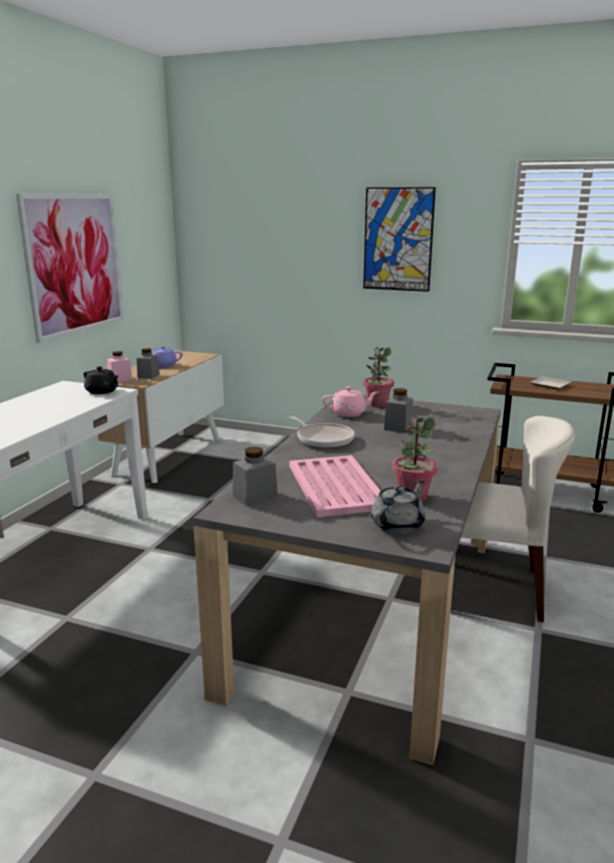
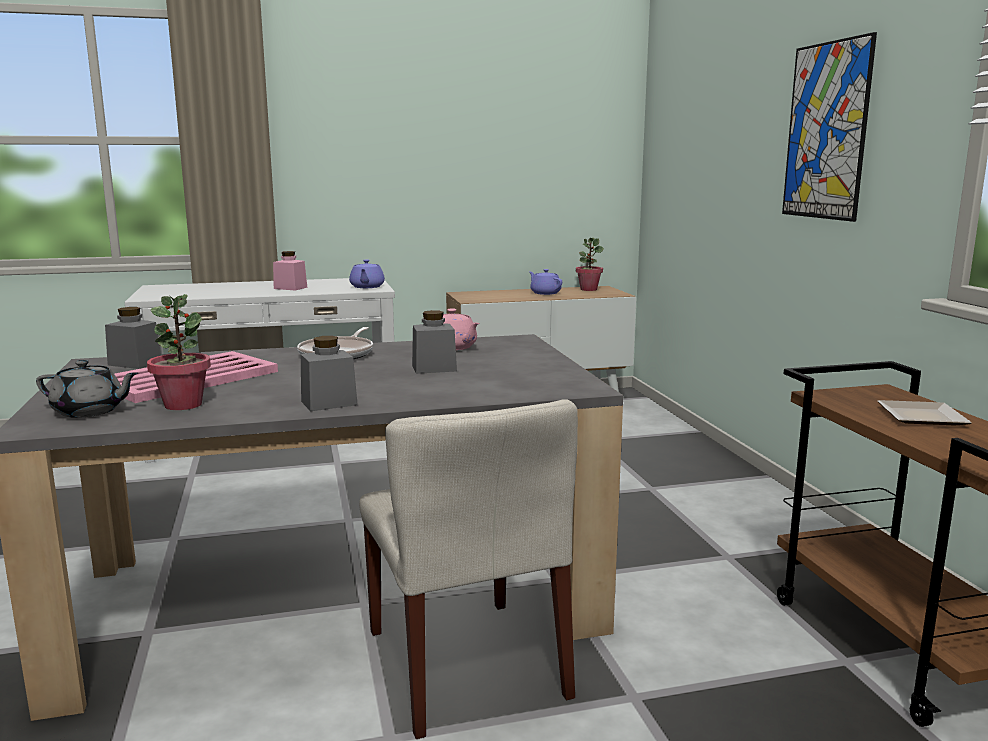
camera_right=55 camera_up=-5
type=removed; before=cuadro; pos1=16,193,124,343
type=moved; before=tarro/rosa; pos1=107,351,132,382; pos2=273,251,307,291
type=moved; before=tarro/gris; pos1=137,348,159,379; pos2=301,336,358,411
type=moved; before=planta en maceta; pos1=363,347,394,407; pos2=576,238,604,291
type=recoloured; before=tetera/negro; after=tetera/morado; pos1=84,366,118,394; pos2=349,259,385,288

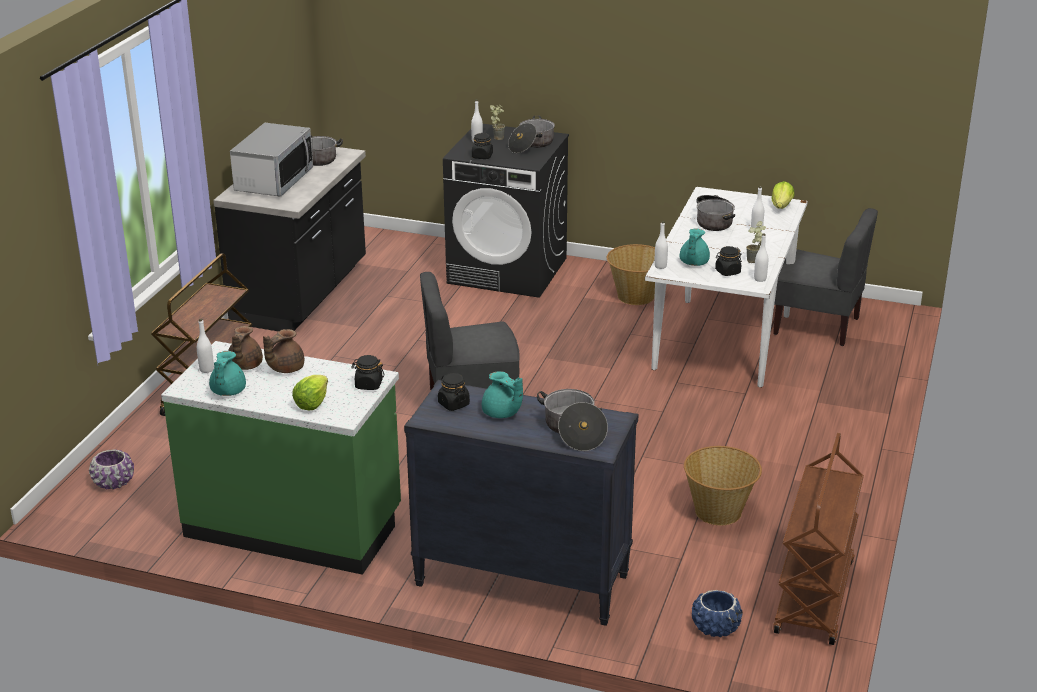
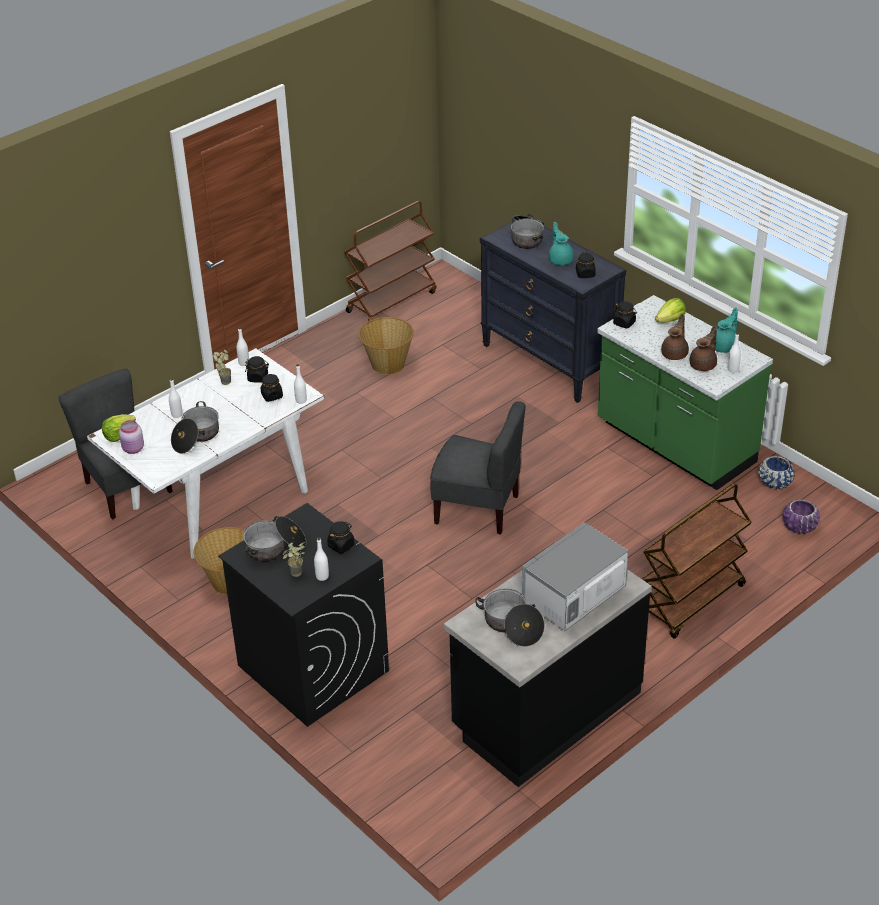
camera_right=-150 camera_up=10
type=added; after=tarro/rosa; pos2=119,420,144,454
type=moved; before=maceta/azul; pos1=692,590,743,637; pos2=758,456,795,489
type=replaced; before=tetera/turquesa; after=tarro/negro; pos1=680,229,710,266; pos2=260,374,283,402
type=turned; before=tetera/marrón; pos1=263,329,304,373; pos2=661,313,689,360; turn=-45

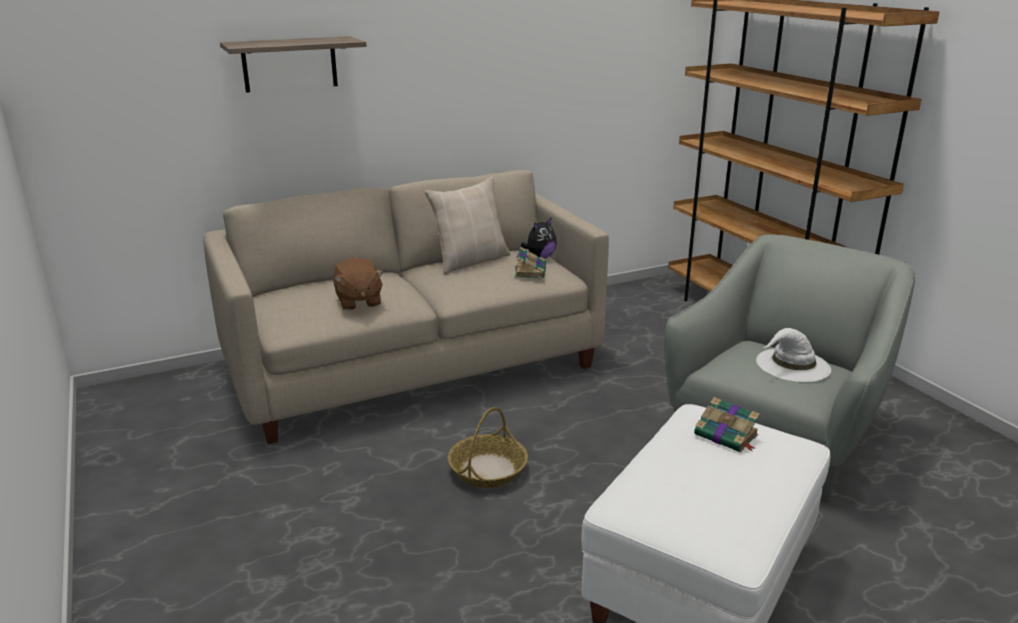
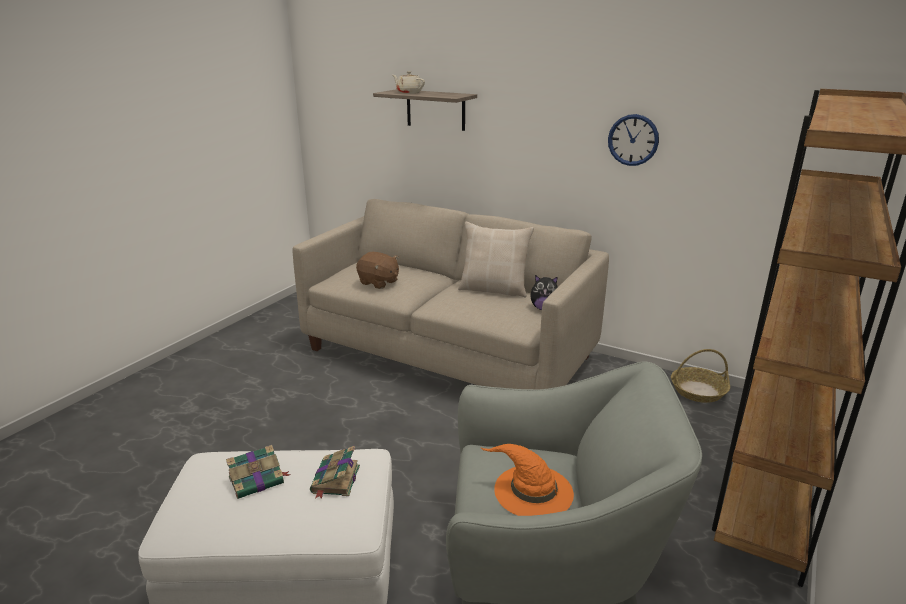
camera_right=55 camera_up=0
type=added; after=tetera/beis; pos2=393,71,425,94
type=added; after=reloj de pared; pos2=608,114,659,166
type=moved; before=cesta; pos1=448,407,528,488; pos2=671,349,730,403
type=moved; before=libro; pos1=515,247,546,278; pos2=226,445,291,499
type=recoloured; before=sombrero/blanco; after=sombrero/naranja; pos1=756,328,831,382; pos2=480,444,574,516
type=turned; before=peluche/marrón; pos1=333,258,384,310; pos2=356,252,399,289; turn=-90

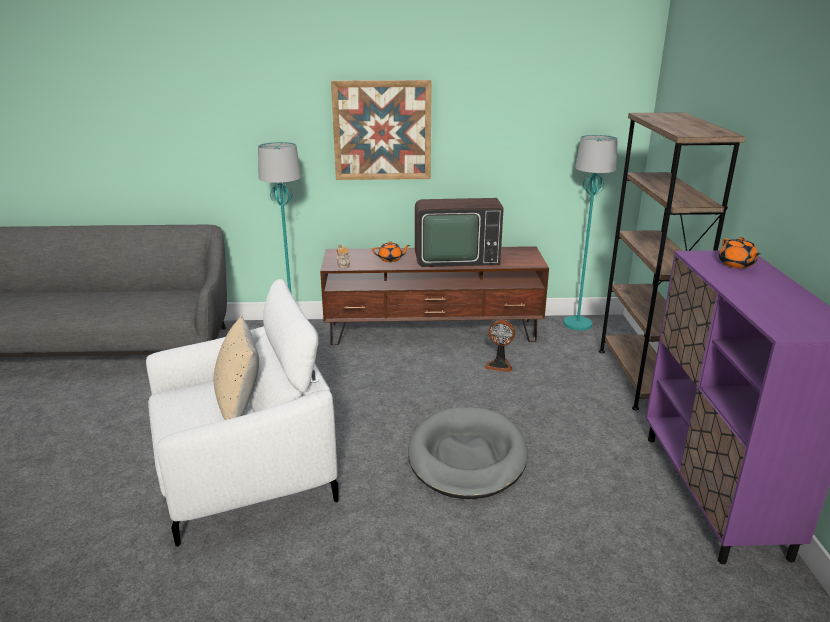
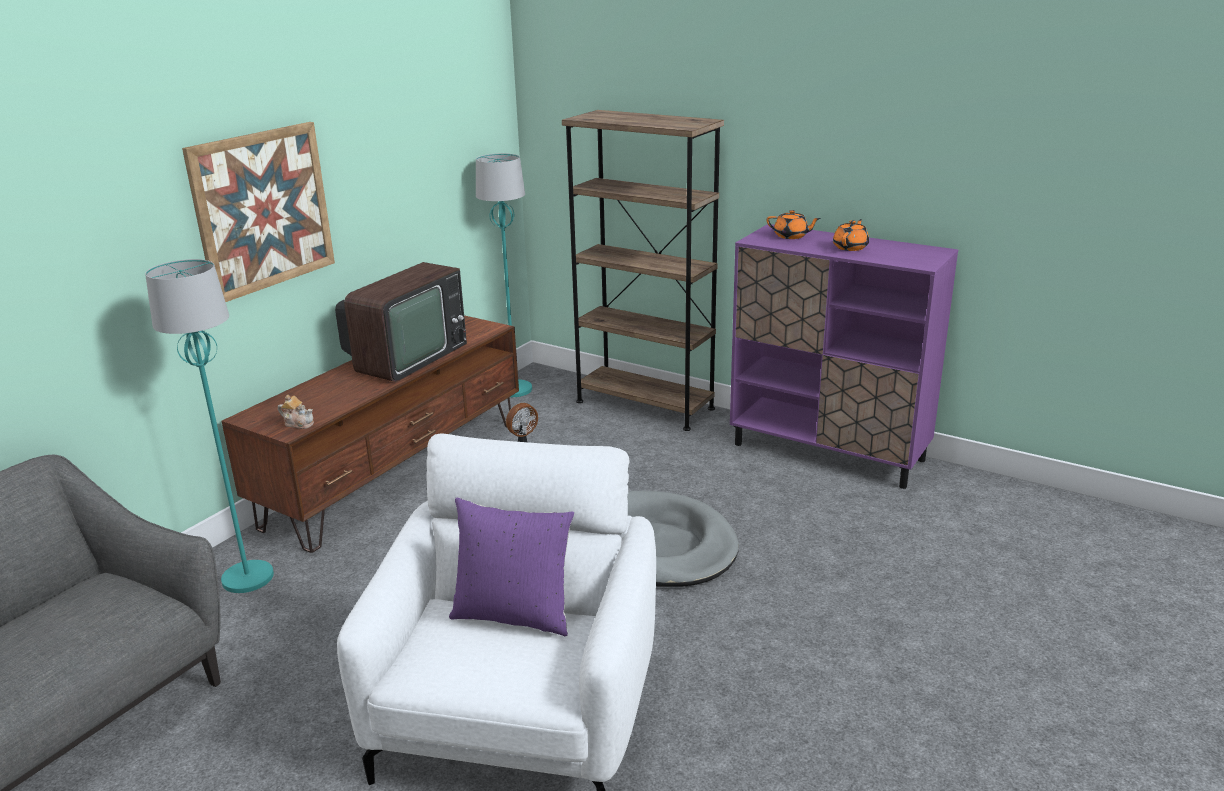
camera_right=-55 camera_up=0
type=moved; before=tetera/naranja; pos1=372,241,410,262; pos2=833,219,869,251
type=recoloured; before=cojín/beis; after=cojín/morado; pos1=214,315,259,420; pos2=449,497,574,636

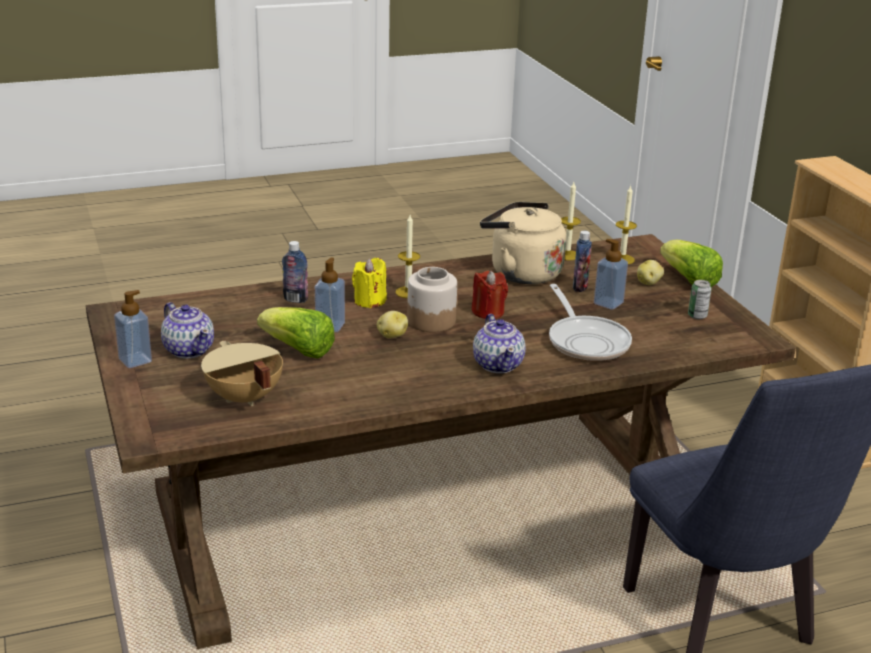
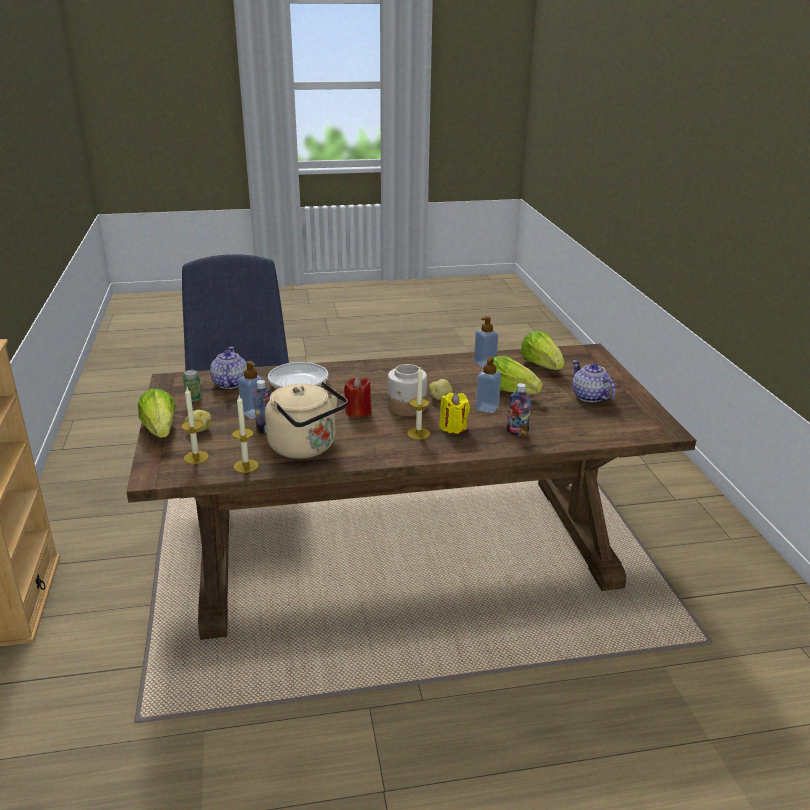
camera_right=-170 camera_up=0
type=moved; before=dispensador de jabón; pos1=114,290,152,368; pos2=474,316,498,368
type=moved; before=tetera; pos1=473,314,526,373; pos2=210,347,247,389
type=replaced; before=olla/beis; after=lechuga; pos1=201,341,283,406; pos2=520,331,565,370

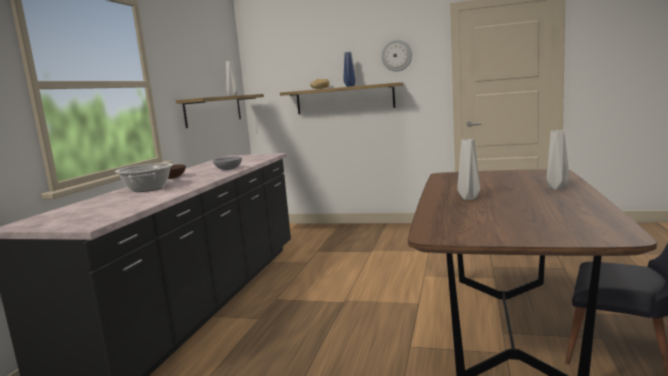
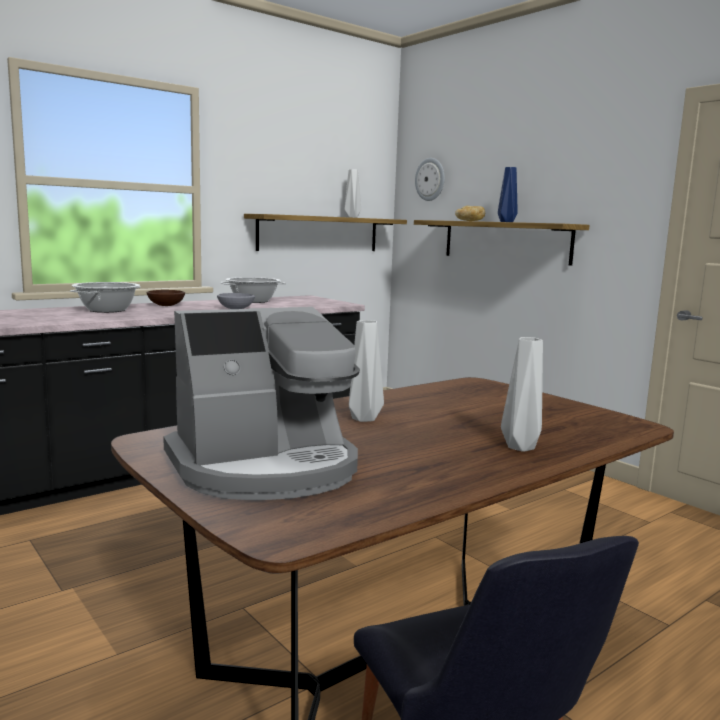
camera_right=35 camera_up=0
type=added; after=cafetera; pos2=163,307,360,500
type=added; after=olla; pos2=220,277,286,303
type=moved; before=reloj de pared; pos1=381,40,412,71; pos2=415,158,445,201

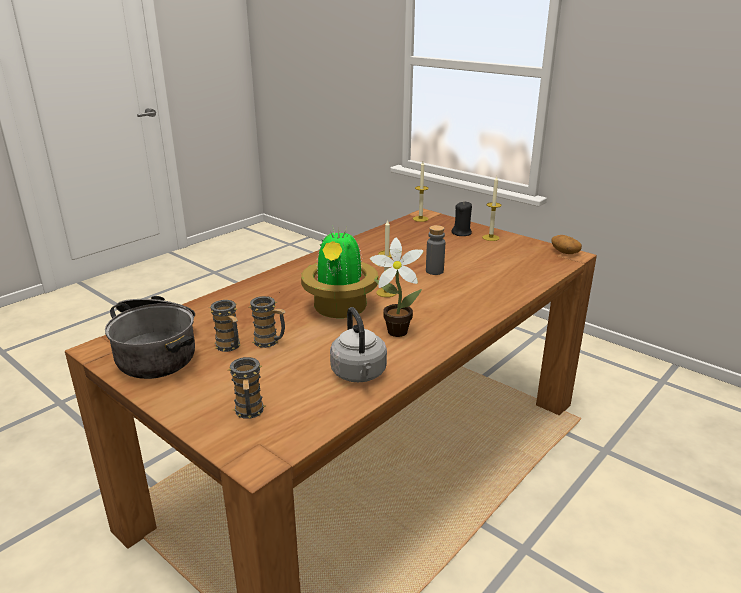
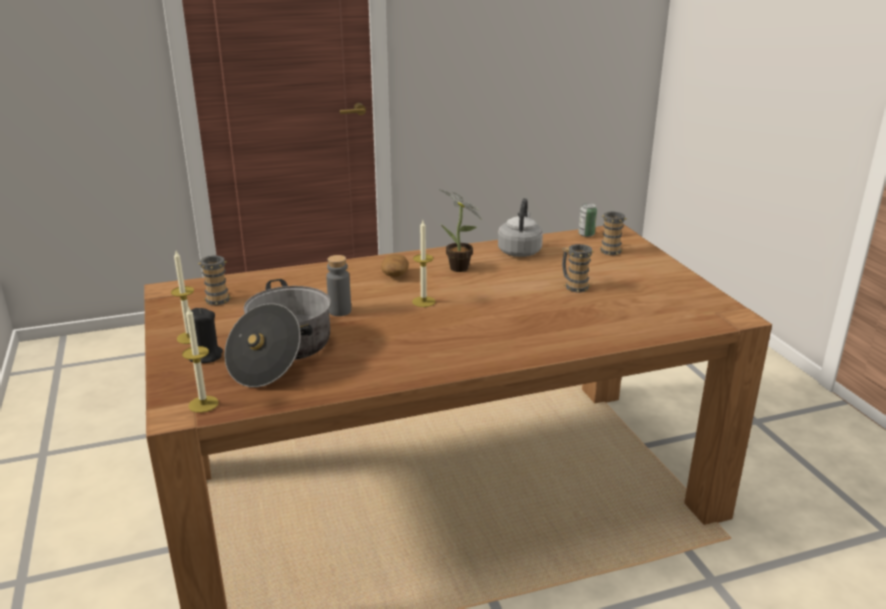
camera_right=-150 camera_up=0
type=removed; before=planta en maceta; pos1=301,225,378,318
type=added; after=lata; pos2=578,203,597,237
type=moved; before=olla; pos1=105,296,195,379; pos2=224,279,331,387
type=moved; before=taza grande; pos1=209,300,240,352; pos2=198,256,232,305
type=moved; before=patata; pos1=552,235,582,254; pos2=381,254,409,277

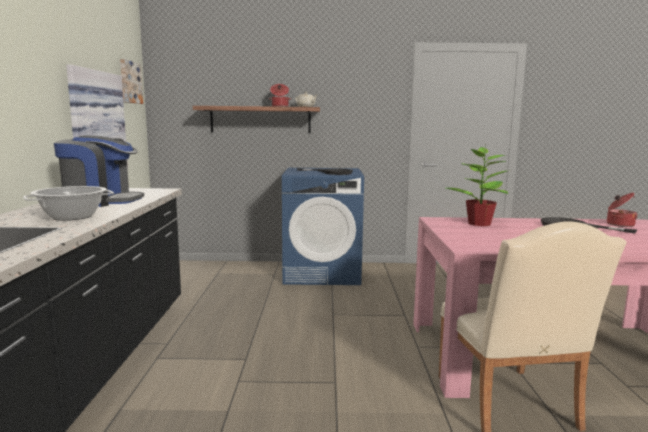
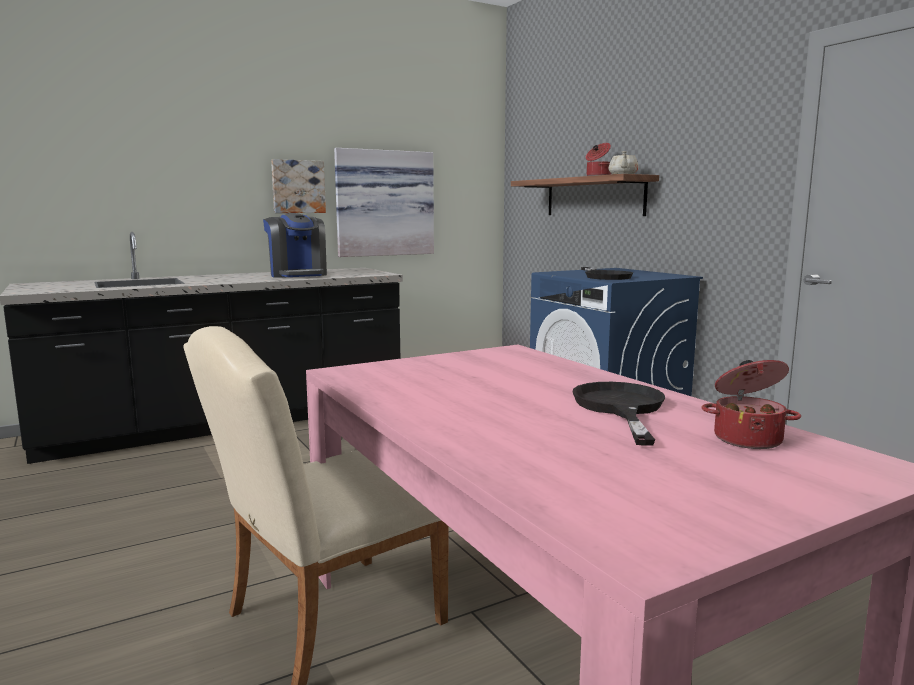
camera_right=60 camera_up=0
type=removed; before=olla; pos1=23,186,114,221
type=removed; before=planta en maceta; pos1=446,144,508,226
type=moved; before=cuadro; pos1=120,59,143,104; pos2=271,159,326,213

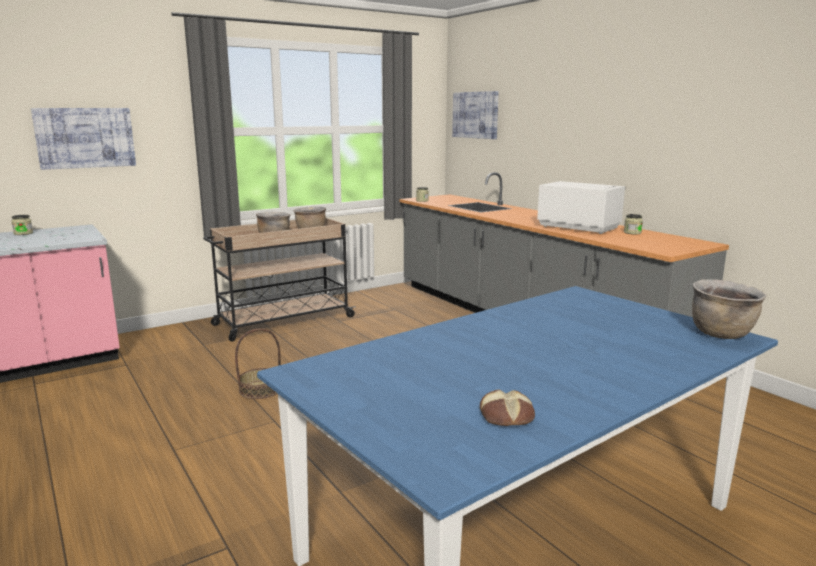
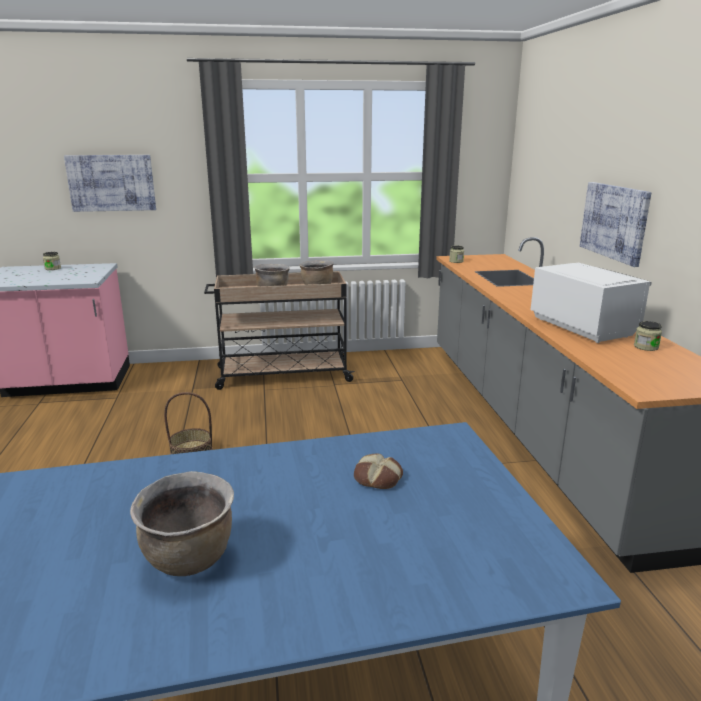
camera_right=25 camera_up=5
type=moved; before=cuadro; pos1=452,91,499,139; pos2=580,182,652,267
type=moved; before=pan; pos1=480,389,535,426; pos2=354,453,403,489
type=moved; before=olla/marrón; pos1=692,279,767,339; pos2=130,471,234,576

